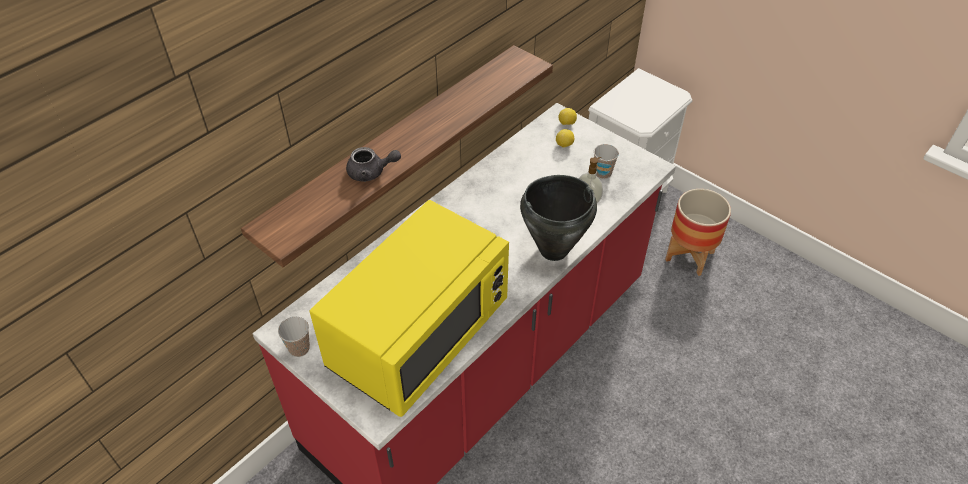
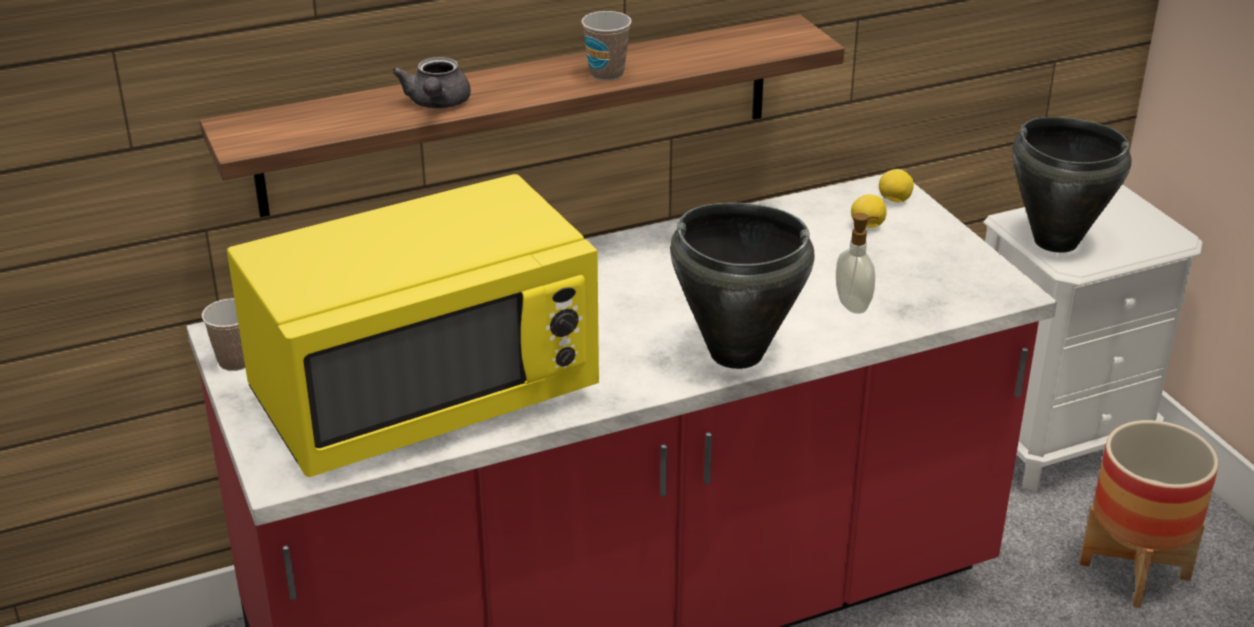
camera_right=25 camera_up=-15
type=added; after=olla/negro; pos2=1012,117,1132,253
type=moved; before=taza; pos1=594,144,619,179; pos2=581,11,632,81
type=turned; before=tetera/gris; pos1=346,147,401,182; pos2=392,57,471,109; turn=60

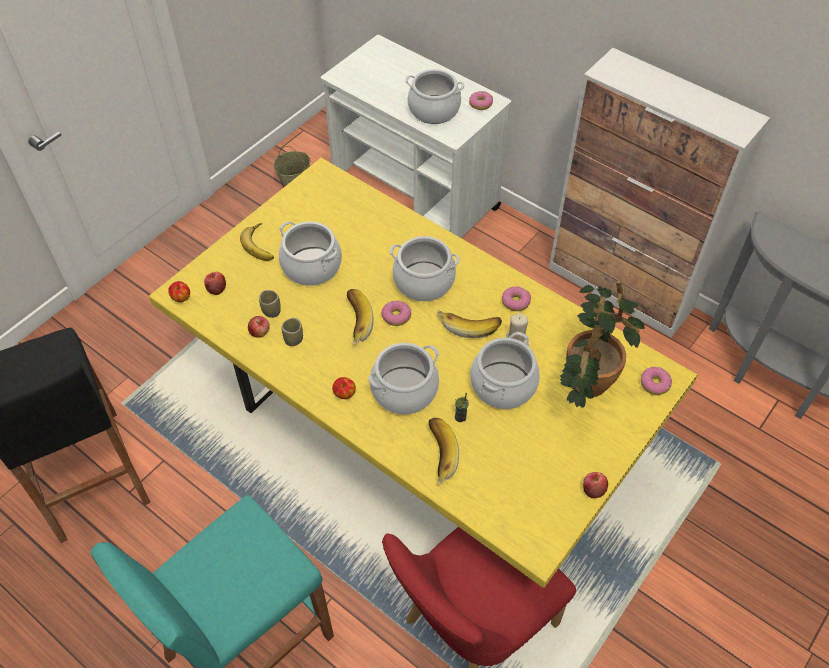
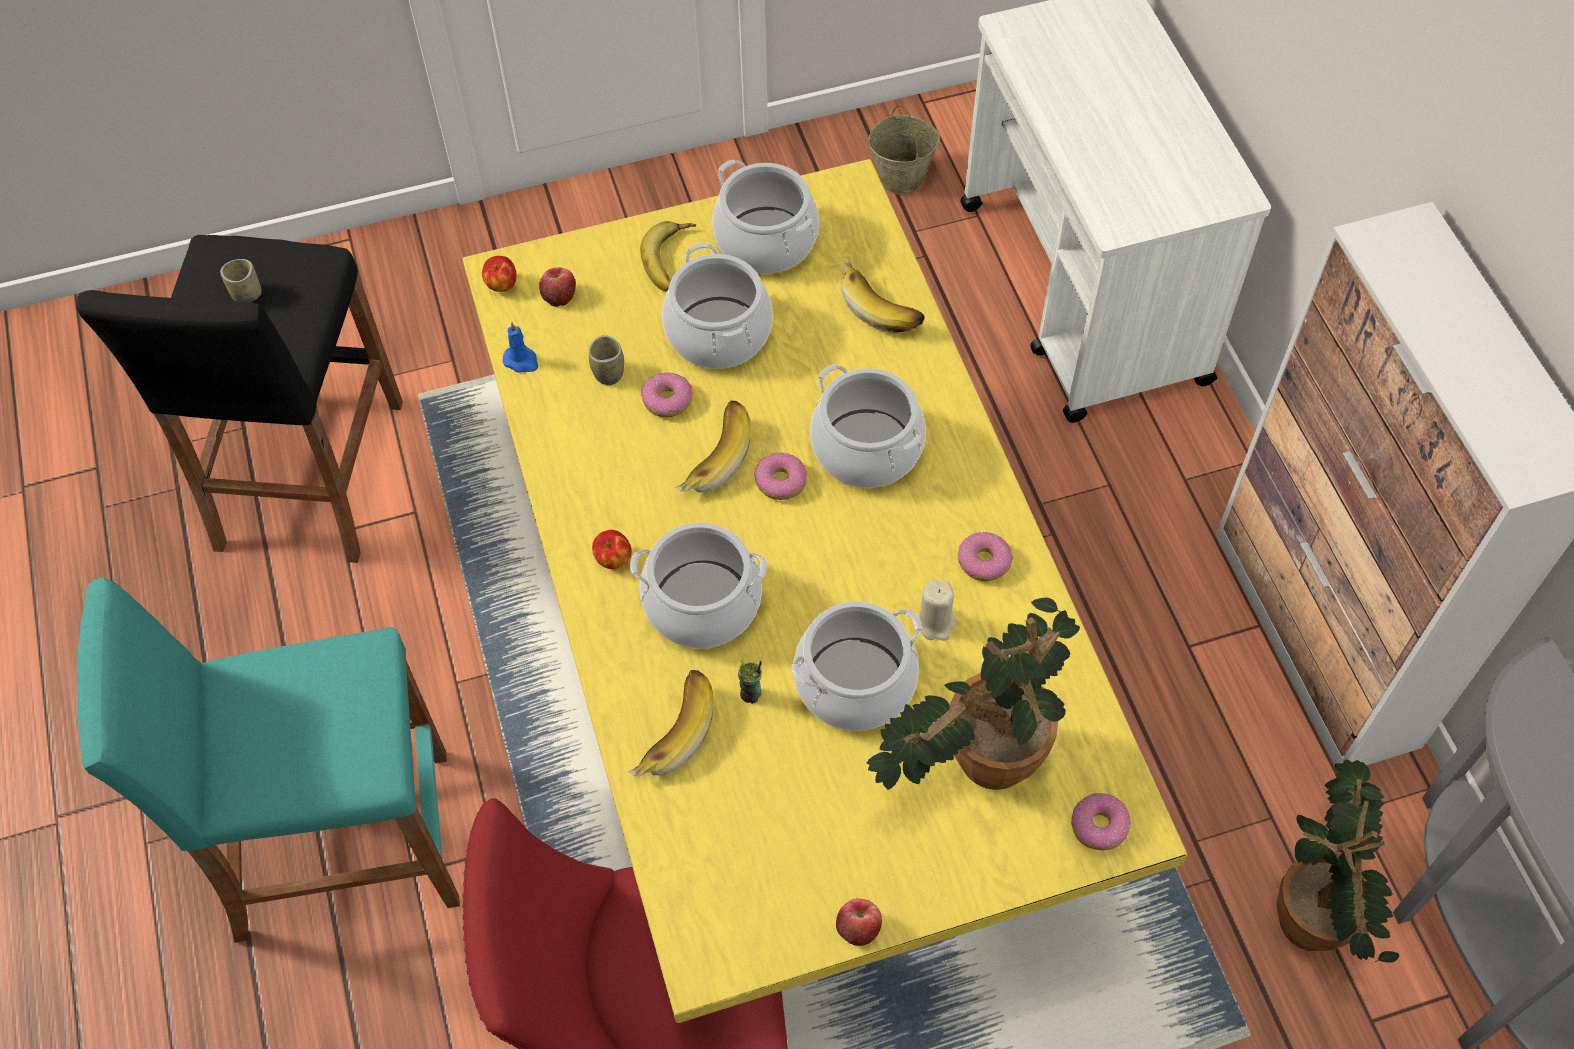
camera_right=35 camera_up=5
type=removed; before=manzana; pos1=248,316,270,338
type=added; after=vela/azul; pos2=503,322,538,373
type=added; after=planta en maceta; pos2=1277,760,1399,962
type=moved; before=taza; pos1=282,318,303,346; pos2=220,259,262,302
type=moved; before=olla; pos1=405,69,464,124; pos2=712,159,819,274
type=moved; before=plátano; pos1=437,309,502,338; pos2=841,259,925,333
type=moved; before=rosquilla; pos1=469,91,493,110; pos2=641,372,693,417

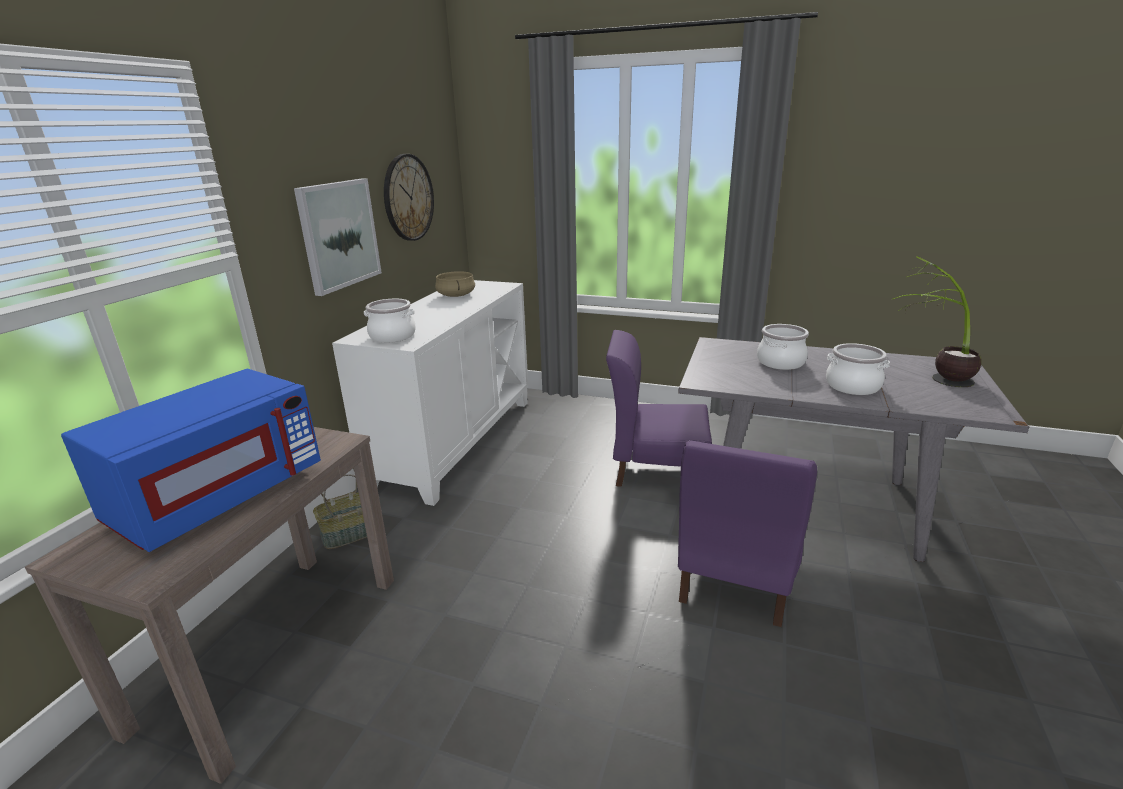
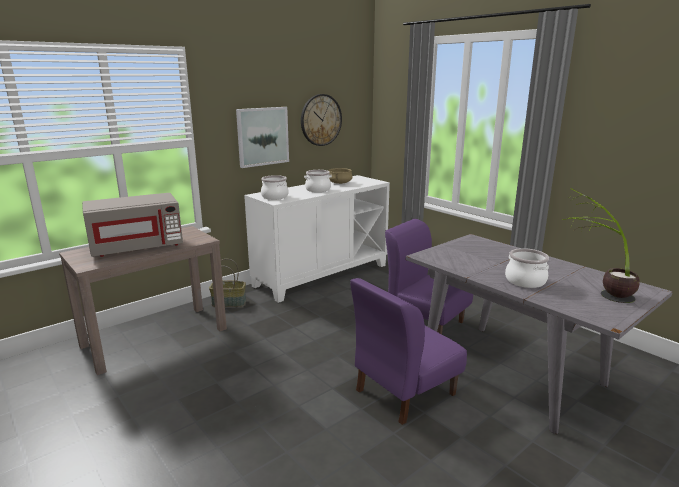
camera_right=30 camera_up=-5
type=moved; before=olla; pos1=757,324,809,370; pos2=304,170,332,192
type=recoloured; before=microondas/azul; after=microondas/gris; pos1=61,369,321,552; pos2=82,193,183,257

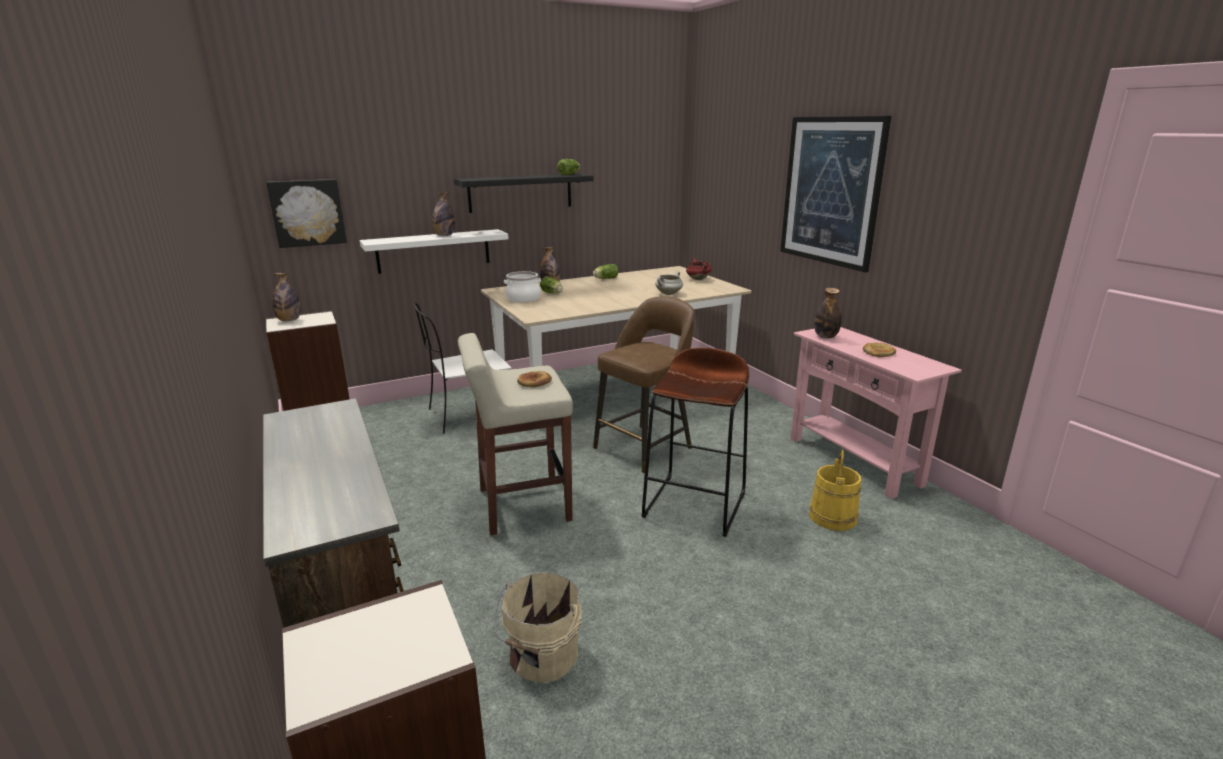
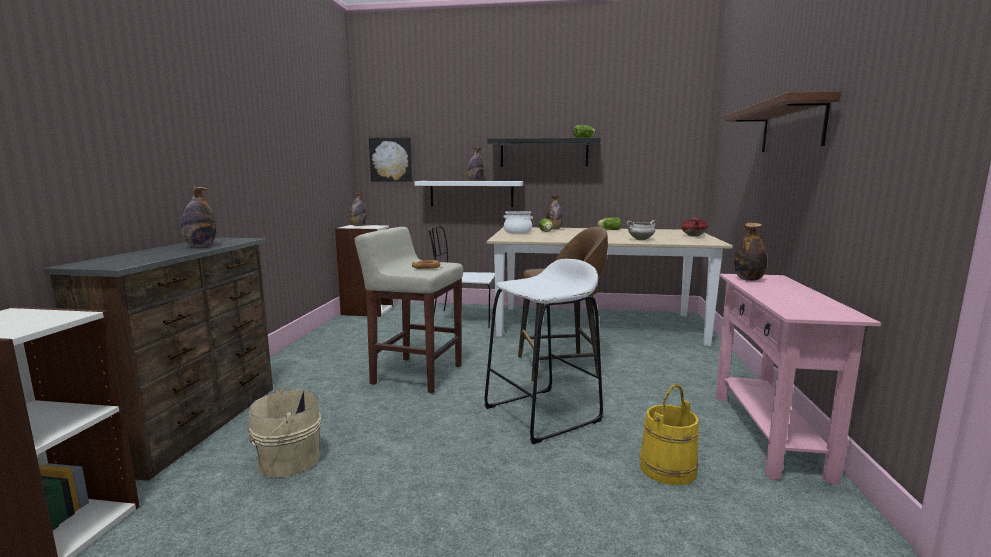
camera_right=35 camera_up=-10
type=removed; before=pan; pos1=863,343,896,358
type=added; after=botella; pos2=181,186,216,247
type=replaced; before=cuadro; after=estante/marrón; pos1=780,116,892,272; pos2=724,91,841,152
type=recoloured; before=taburete/marrón; after=taburete/blanco; pos1=641,348,749,537; pos2=484,259,603,444

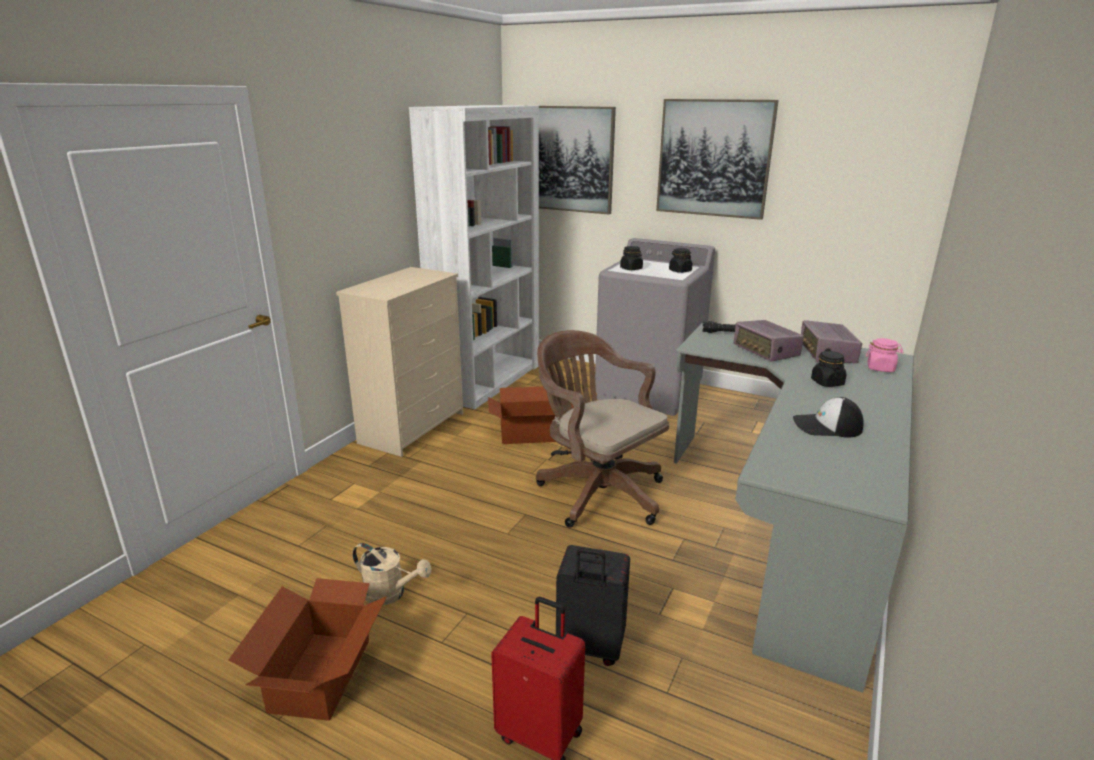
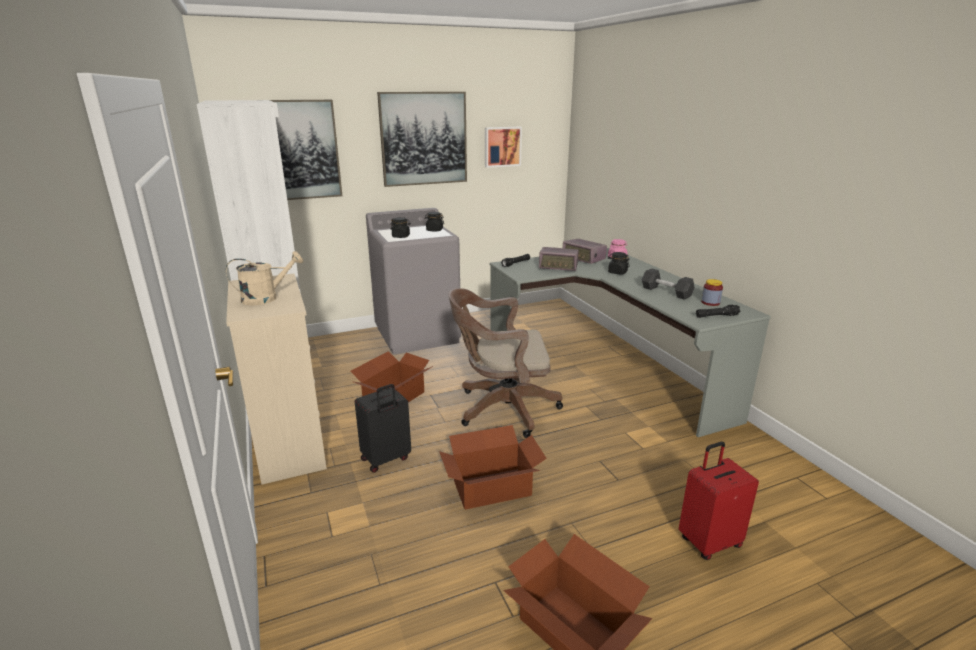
camera_right=-50 camera_up=0
type=added; after=caja de cartón; pos2=439,425,547,510
type=added; after=cuadro; pos2=485,127,522,168
type=added; after=linterna/negro; pos2=696,305,741,318
type=added; after=tarro; pos2=701,279,723,306
type=moved; before=regadera/beis; pos1=352,543,432,606; pos2=226,251,304,306
type=moved; before=maleta/negro; pos1=556,545,630,666; pos2=355,384,411,473
type=replaced; before=gorra; after=mancuerna/gris; pos1=793,397,864,438; pos2=642,268,695,300

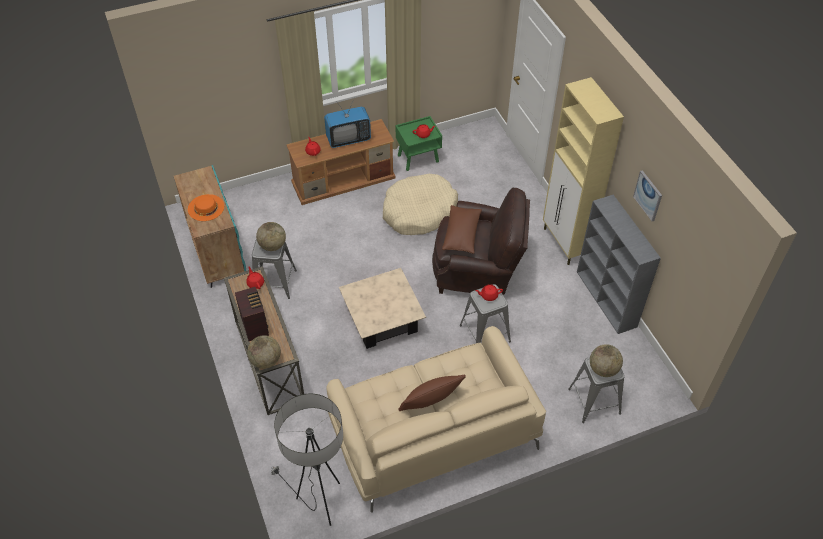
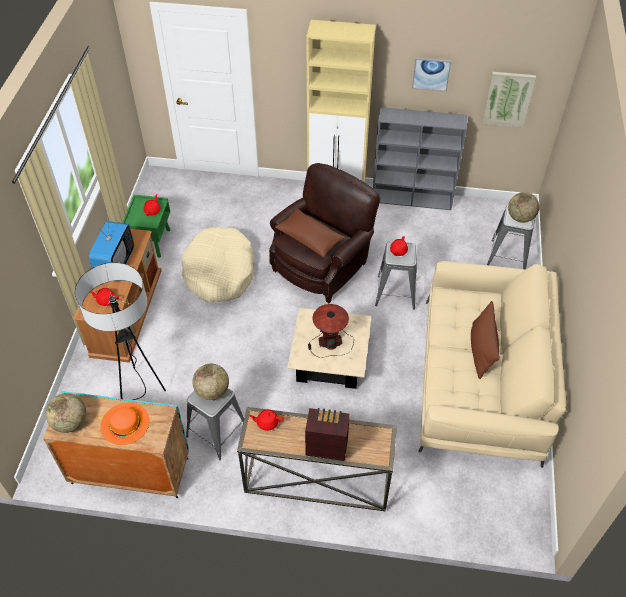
camera_right=-60 camera_up=0
type=added; after=lámpara de mesa; pos2=308,304,354,358
type=added; after=cuadro; pos2=482,72,536,128
type=moved; before=globo terráqueo; pos1=247,335,281,369; pos2=45,393,86,433
type=moved; before=lámpara de pie; pos1=271,394,343,526; pos2=75,262,166,400

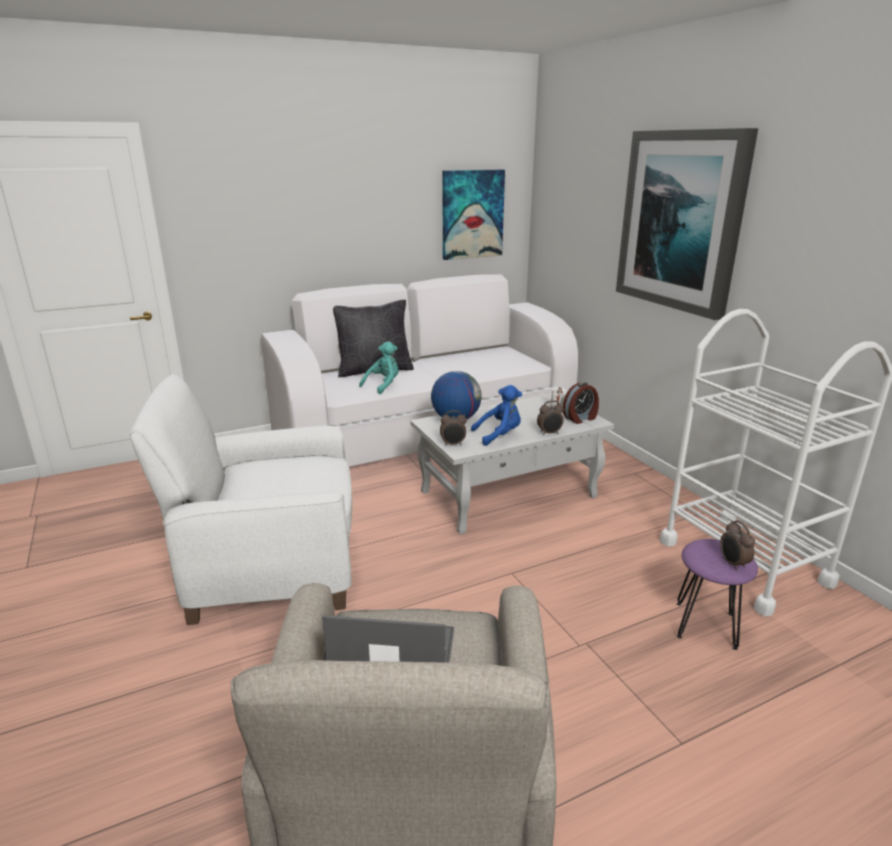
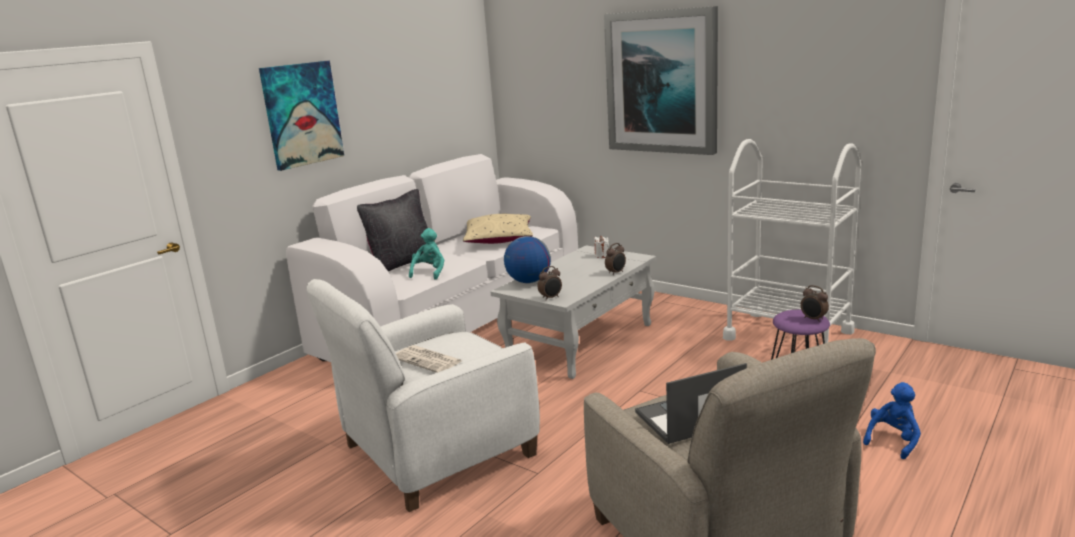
camera_right=-25 camera_up=-5
type=removed; before=despertador; pos1=563,382,599,424
type=added; after=periódico; pos2=396,345,462,373
type=added; after=cojín/beis; pos2=463,214,533,244
type=moved; before=cuadro; pos1=443,170,505,260; pos2=259,61,344,171
type=moved; before=peluche/azul; pos1=471,385,522,446; pos2=863,382,921,459

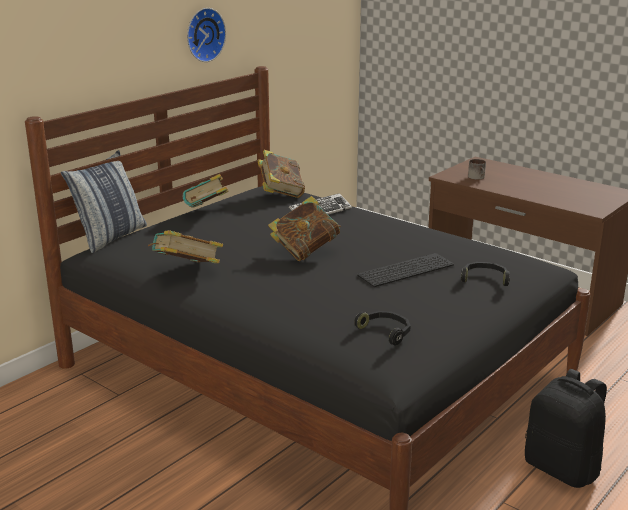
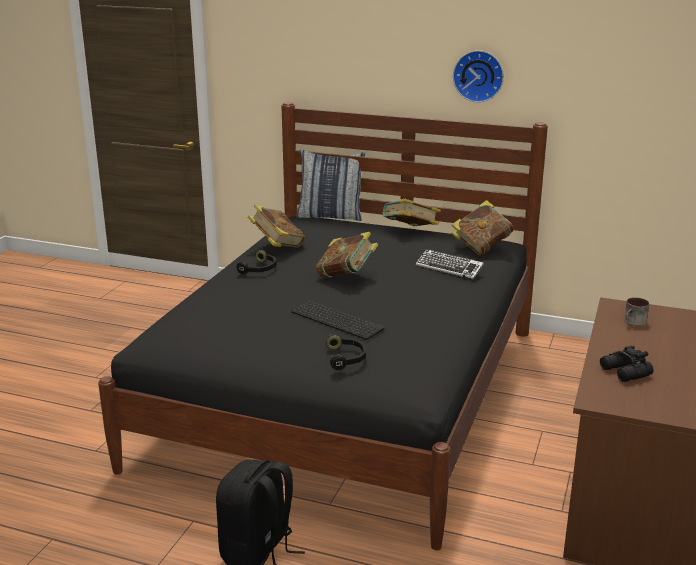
camera_right=70 camera_up=0
type=added; after=prismáticos/negro; pos2=600,346,654,382
type=moved; before=auriculares/negro; pos1=354,311,411,346; pos2=237,250,277,274

